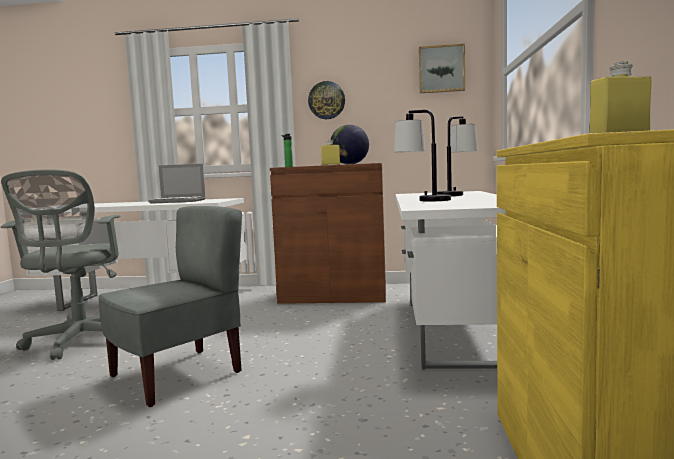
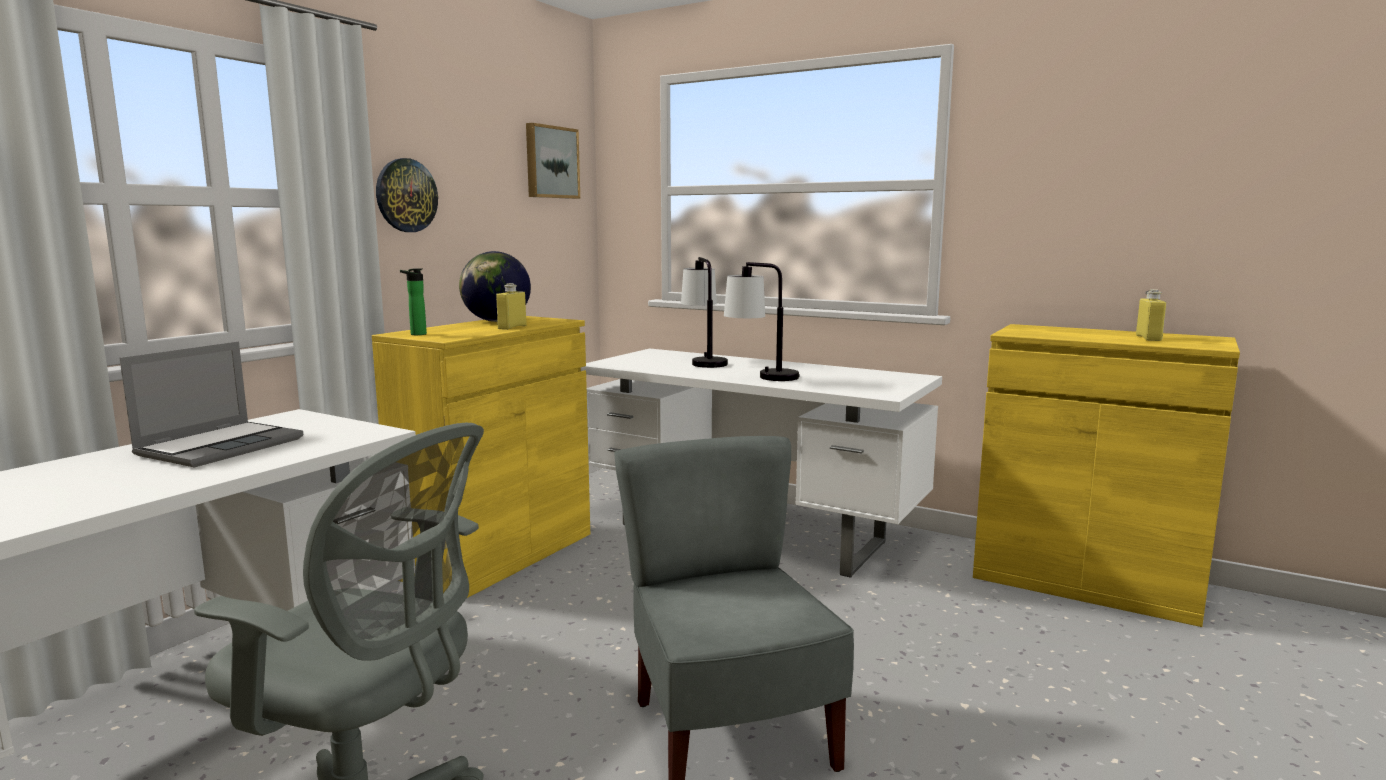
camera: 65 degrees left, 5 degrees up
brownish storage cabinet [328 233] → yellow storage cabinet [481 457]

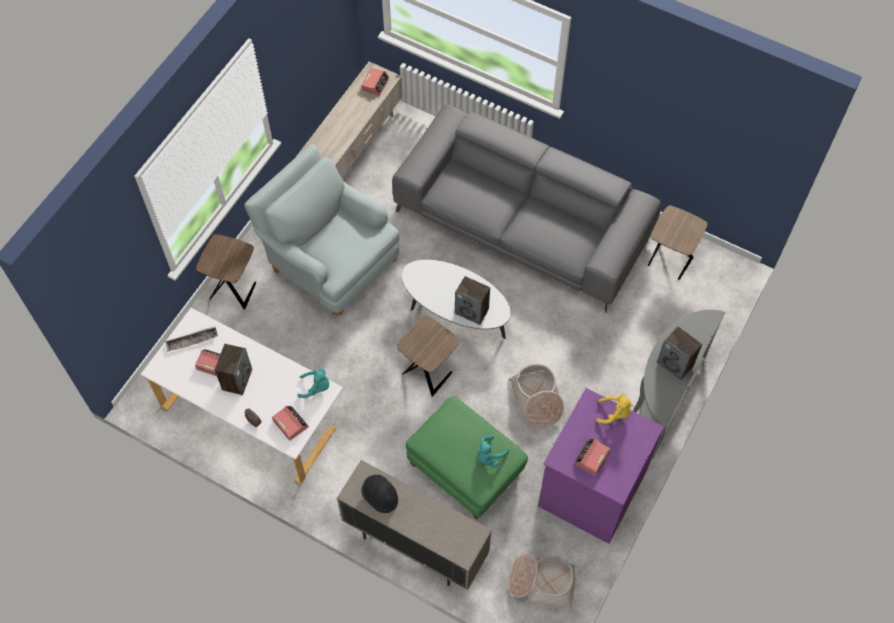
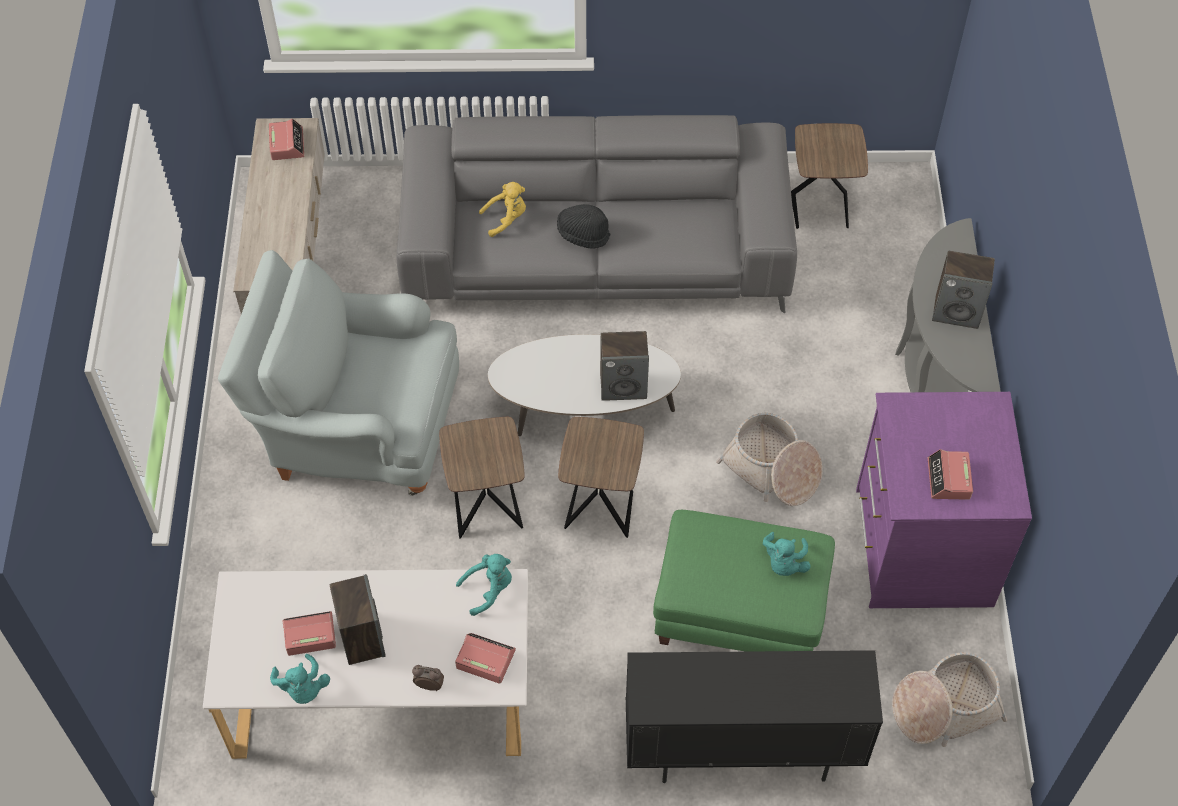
camera: 30 degrees left, 5 degrees down
tray [191 338] → -
- → turquoise plush toy [300 679]
brownish accent table [226 272] → brownish accent table [482 477], relocated
black-coloured hat [380 494] → black-coloured hat [583 226], relocated
yellow plush toy [614 409] → yellow plush toy [502 209], relocated
beige storage cabinet [414 525] → black-coloured storage cabinet [754 716]

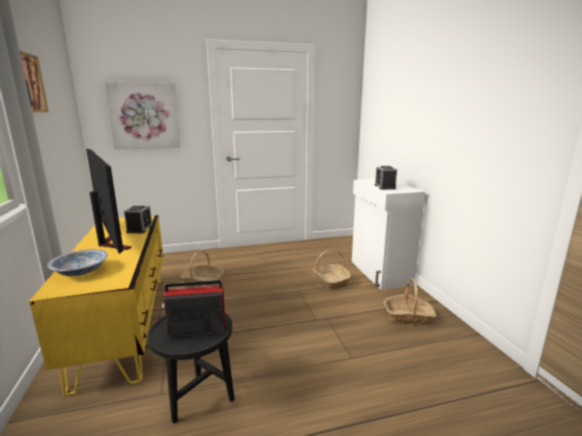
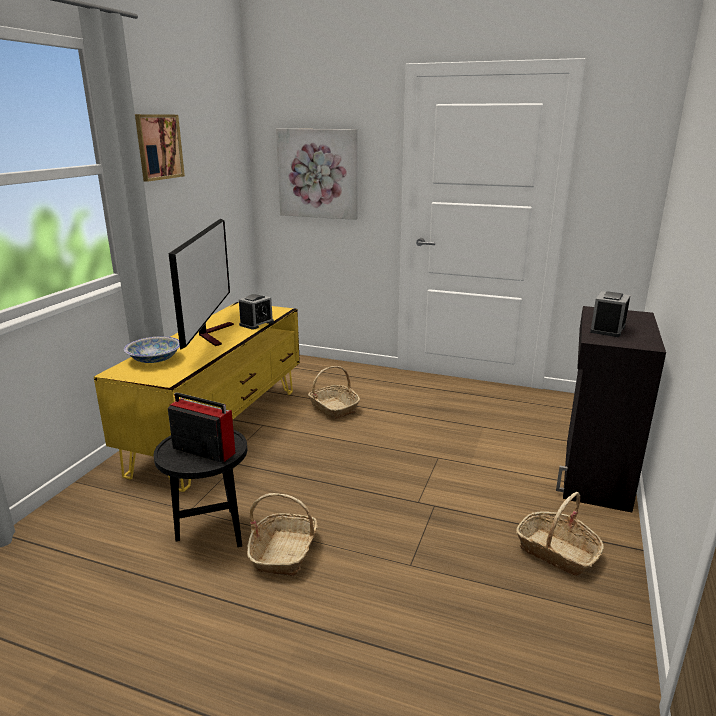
camera: 35 degrees right, 5 degrees up
basket [332 269] → basket [282 534], relocated
white storage cabinet [388 234] → black-coloured storage cabinet [611 409]

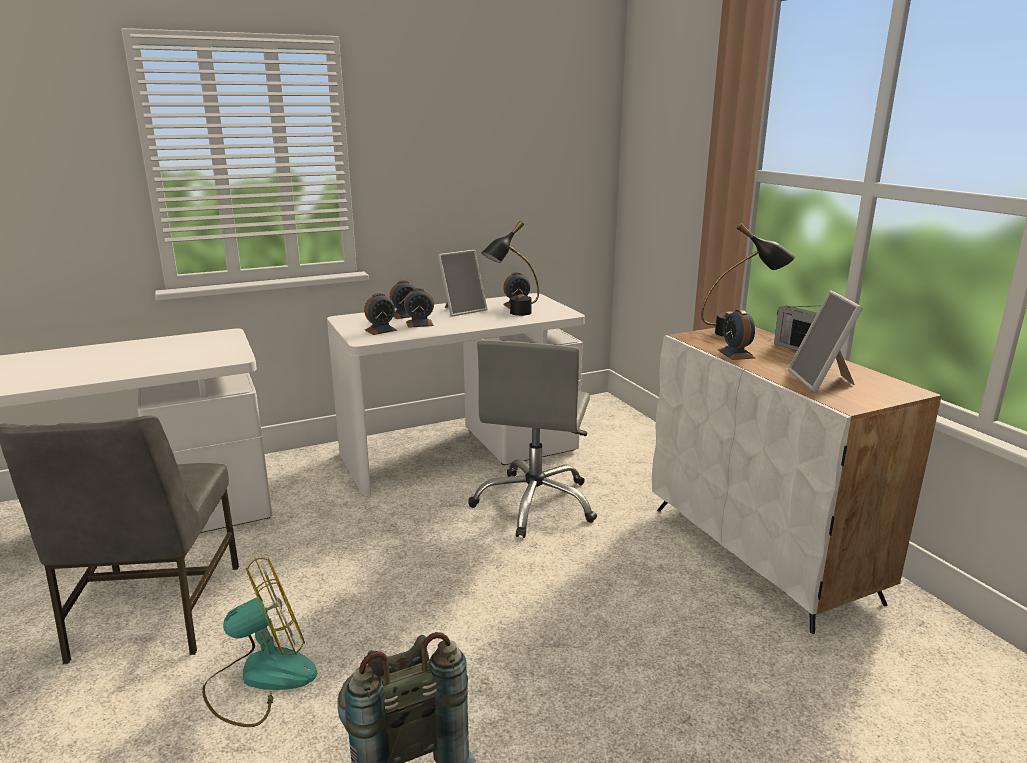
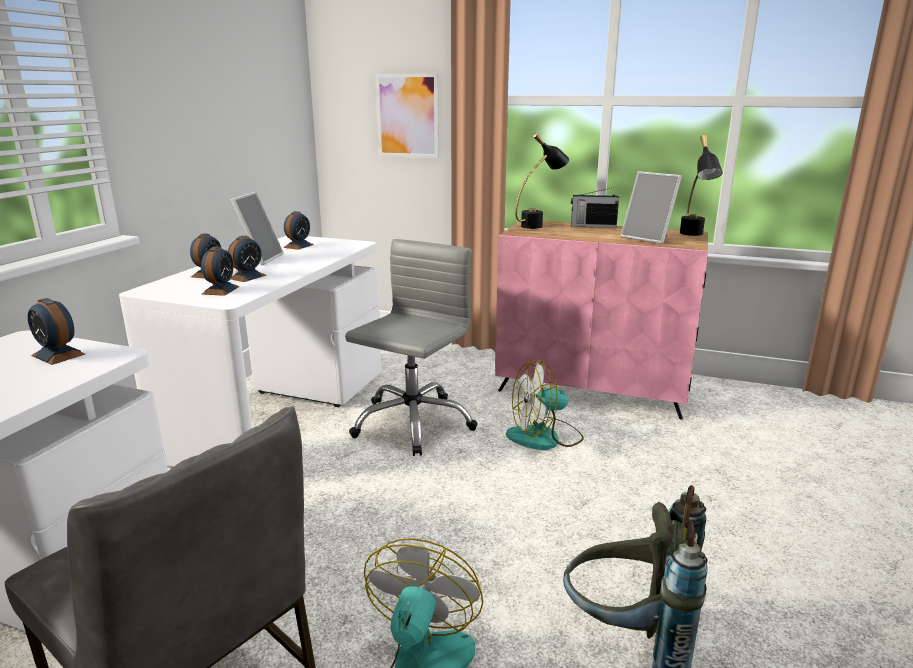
camera: 45 degrees left, 0 degrees up
- → picture [407 115]
- → electric fan [545 405]
black-coloured tabletop lamp [510 268] → black-coloured tabletop lamp [701 185], relocated
alarm clock [736 334] → alarm clock [56 331], relocated
white storage cabinet [796 480] → pink storage cabinet [601 320]
greyish office chair [532 439] → greyish office chair [411 347], 120 degrees counterclockwise

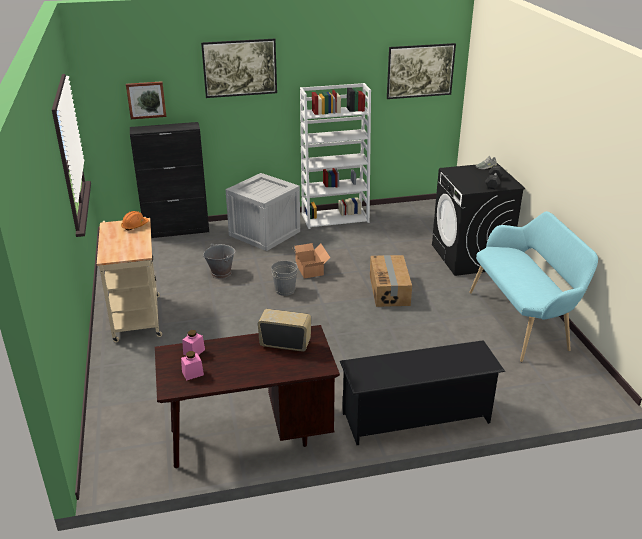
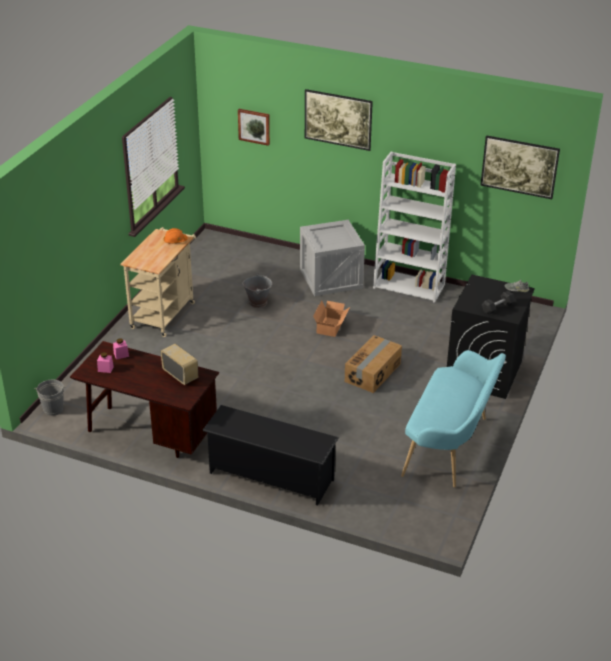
camera: 35 degrees right, 5 degrees up
black-coloured storage cabinet [169 180] → -
greyish bucket [284 278] → greyish bucket [50 398], relocated

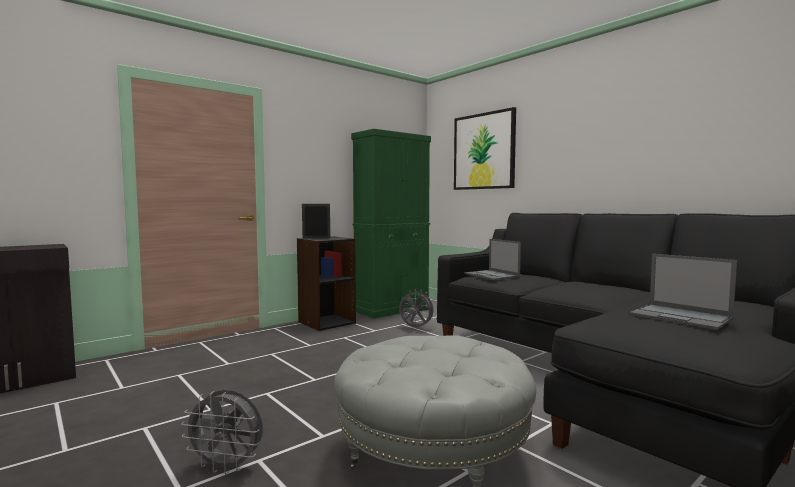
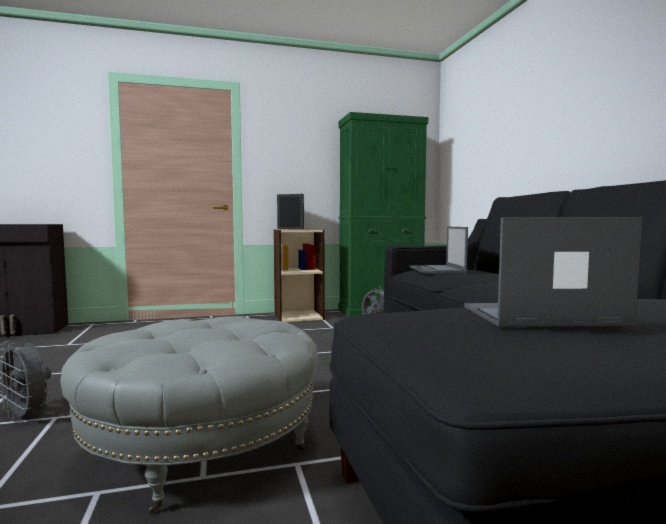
camera: 25 degrees right, 0 degrees up
picture [485 148] → -
black-coloured bookshelf [326 283] → beige bookshelf [299 275]
portable computer [683 292] → portable computer [553 272], 105 degrees clockwise

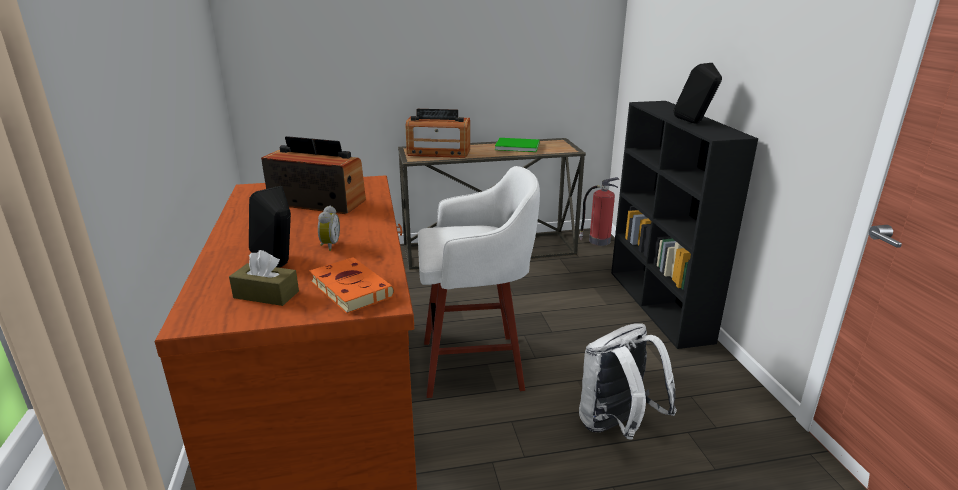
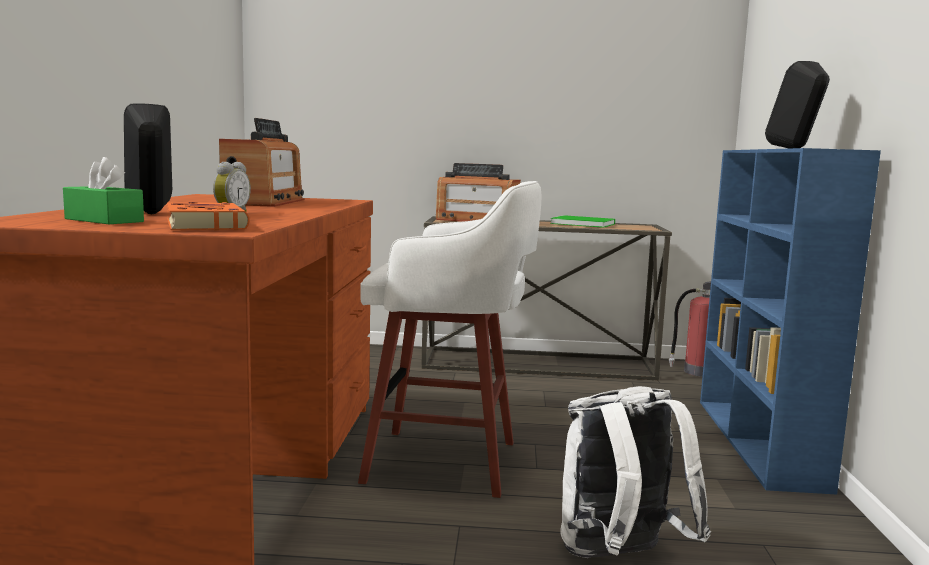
camera: 15 degrees right, 15 degrees down
brownish box of tissues [264 278] → green box of tissues [103 190]
black-coloured bookshelf [684 225] → bluish bookshelf [790 321]
radio [313 175] → radio [262 162], 60 degrees clockwise

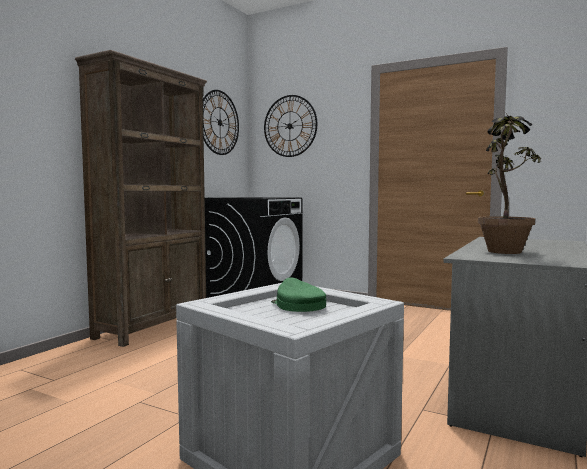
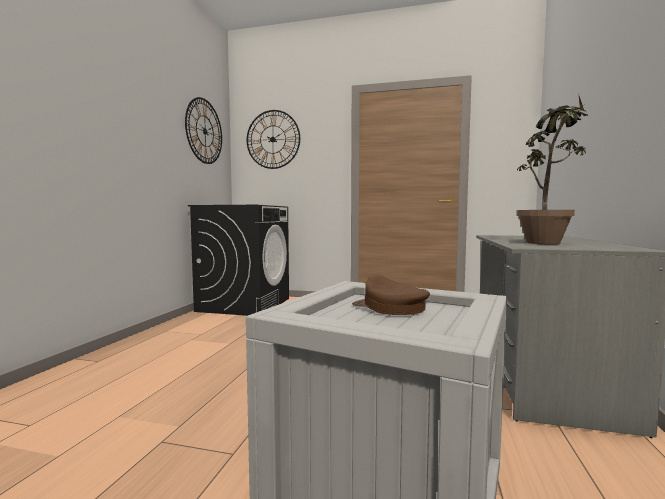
camera: 15 degrees left, 0 degrees up
brownish bookshelf [141 198] → -
green baseball cap [298 294] → brownish baseball cap [391 294]

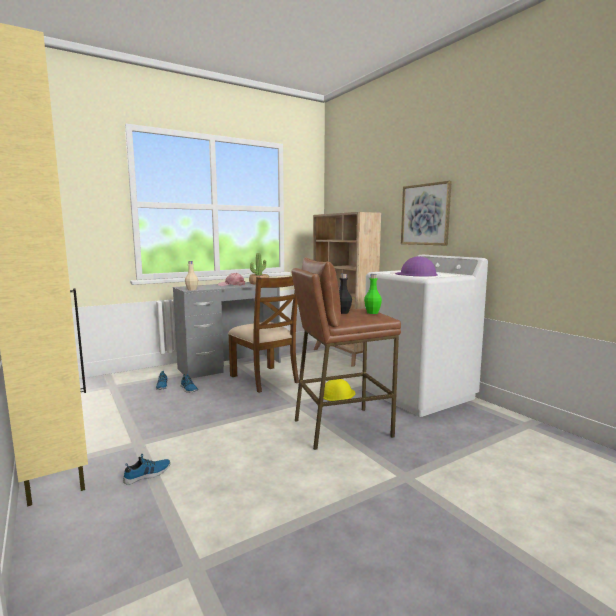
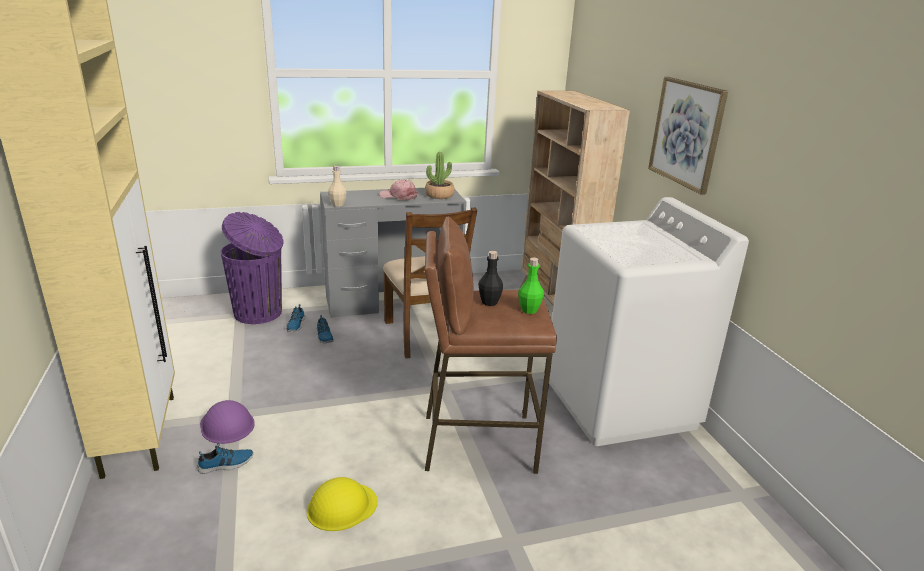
camera: 15 degrees right, 15 degrees up
- → purple-coloured trash can [252 268]
yellow work helmet [339 390] → yellow work helmet [342 504], relocated
purple-coloured work helmet [416 266] → purple-coloured work helmet [227 422], relocated

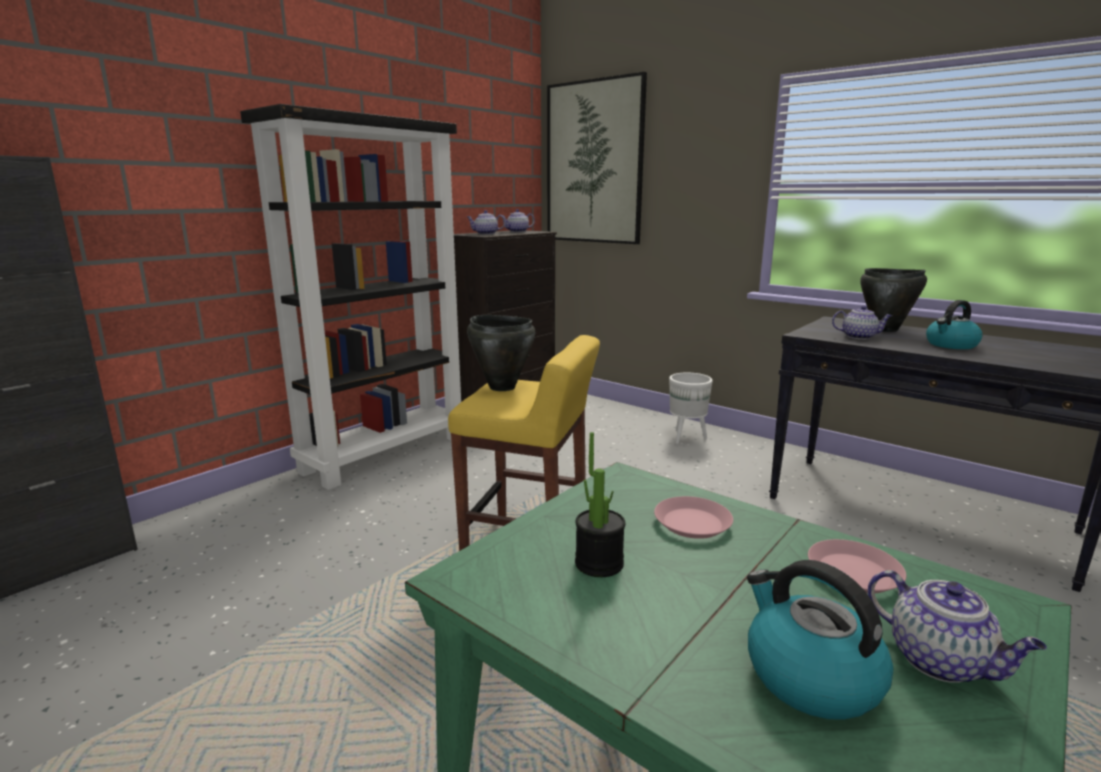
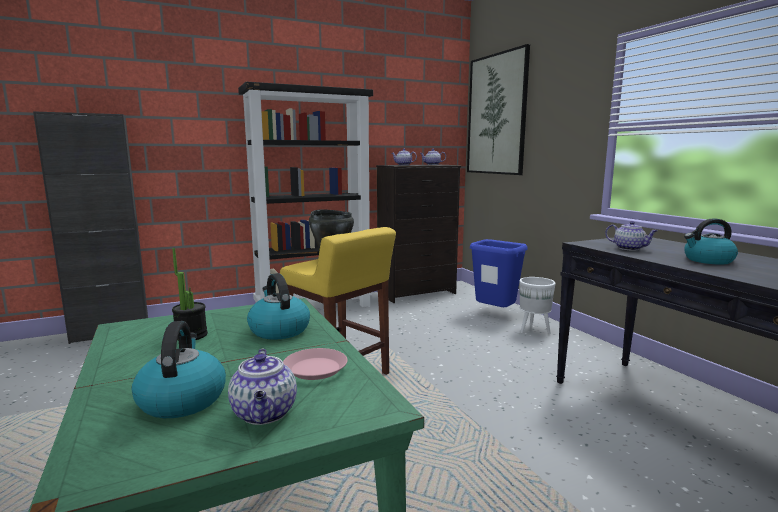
camera: 25 degrees right, 5 degrees down
black-coloured stockpot [893 300] → -
- → bluish trash can [498 273]
pink dinner plate [693 517] → tea kettle [278 306]

